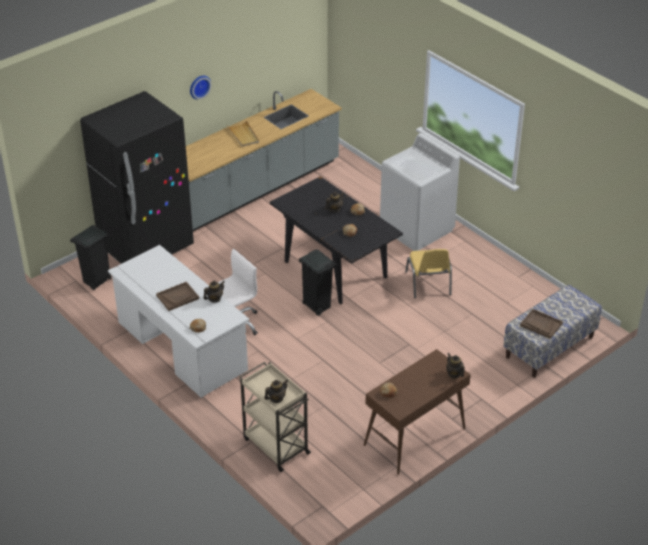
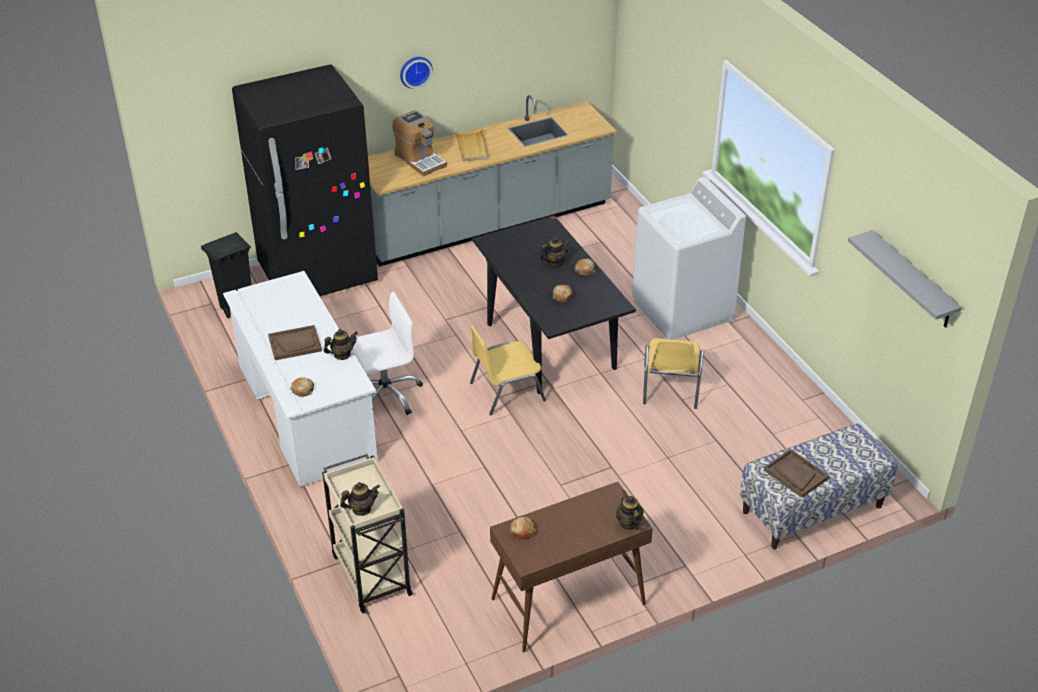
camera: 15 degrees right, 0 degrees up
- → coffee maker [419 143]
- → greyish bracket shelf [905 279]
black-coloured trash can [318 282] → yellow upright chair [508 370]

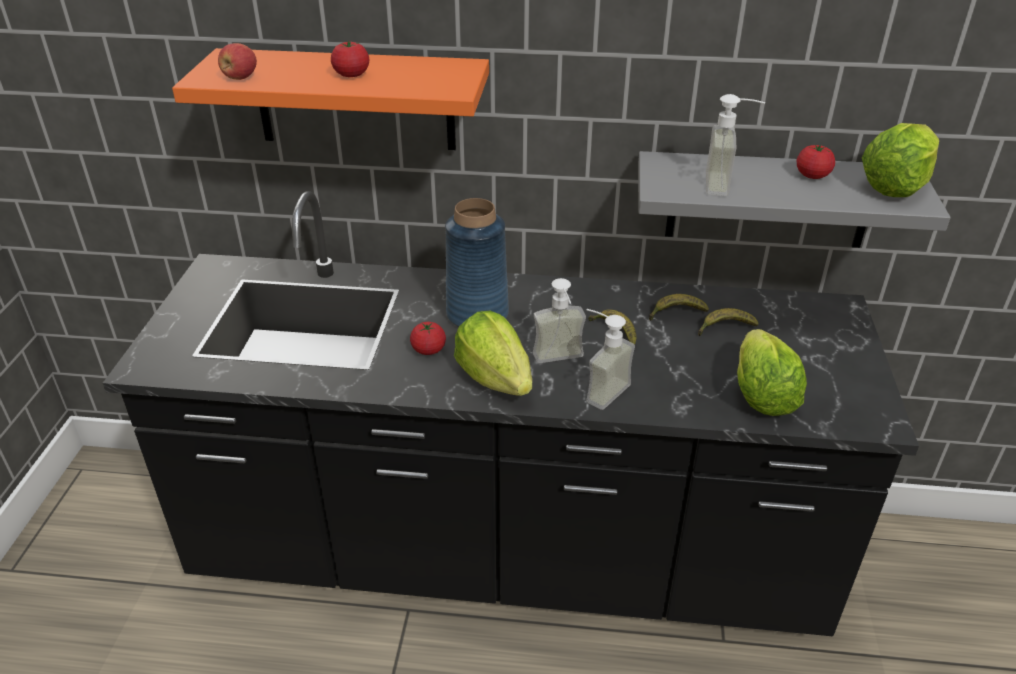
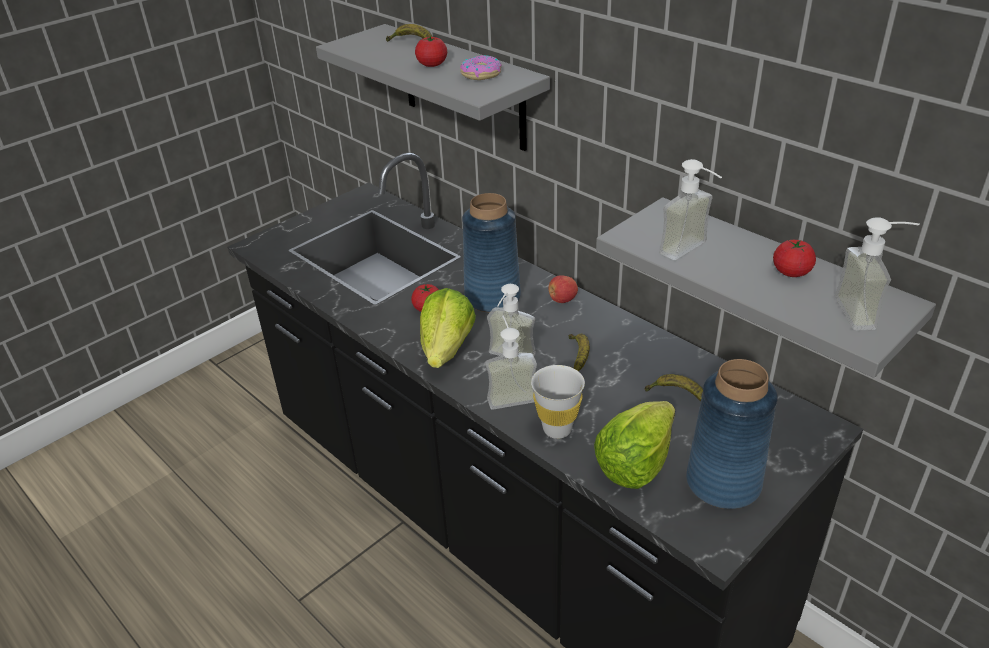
camera: 40 degrees right, 0 degrees up
- → donut [481 67]
- → white small cup [558 402]
- → bluish flower vase [732 434]
whole apple [237 61] → whole apple [563 289], relocated
banana fruit [679 307] → banana fruit [409 33], relocated
lettuce head [900 160] → liquid soap bottle [877 273]
orange bracket shelf [330 99] → greyish bracket shelf [433 87]

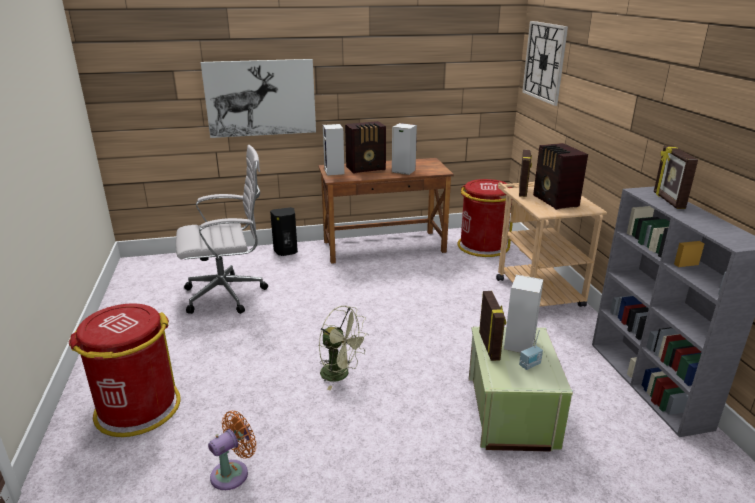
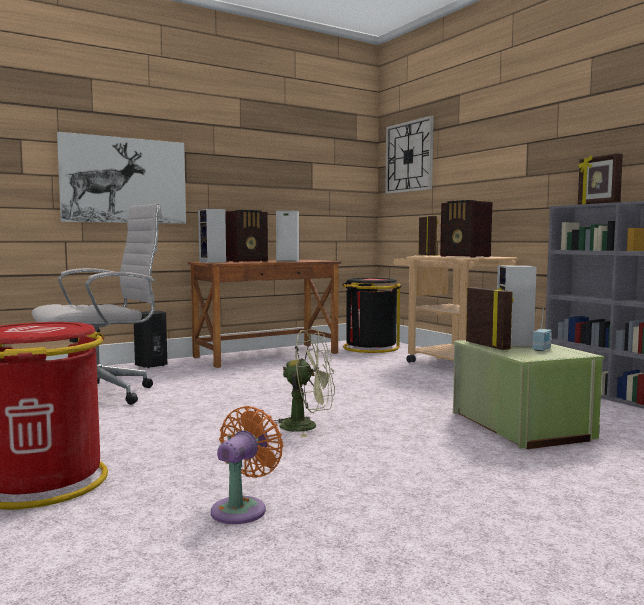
camera: 20 degrees left, 20 degrees down
reddish trash can [485 218] → black-coloured trash can [371 315]

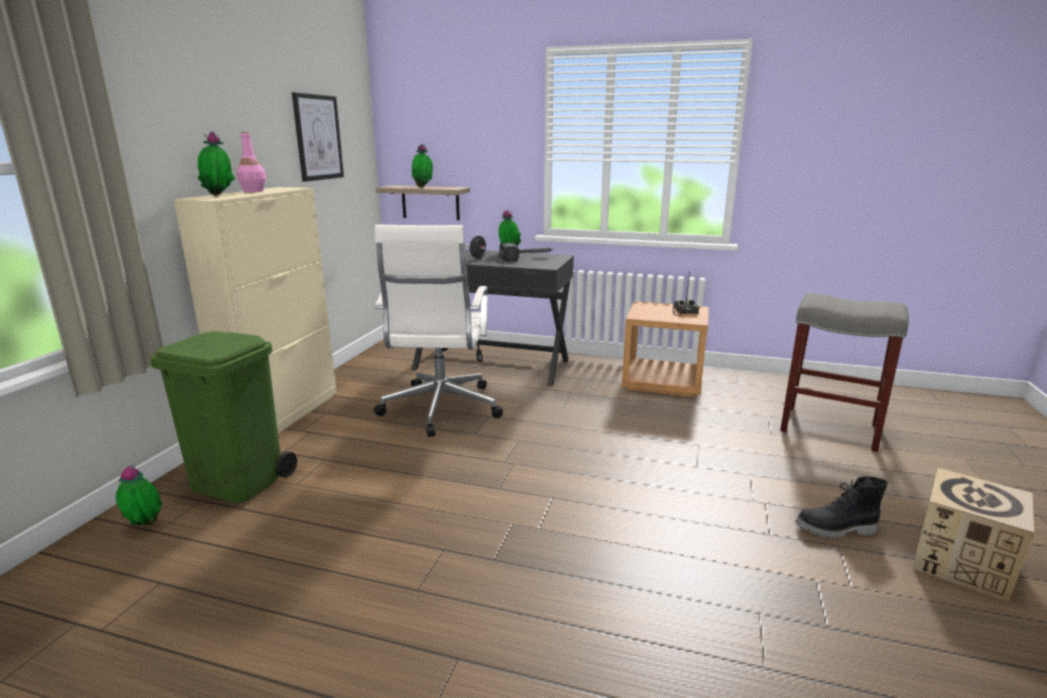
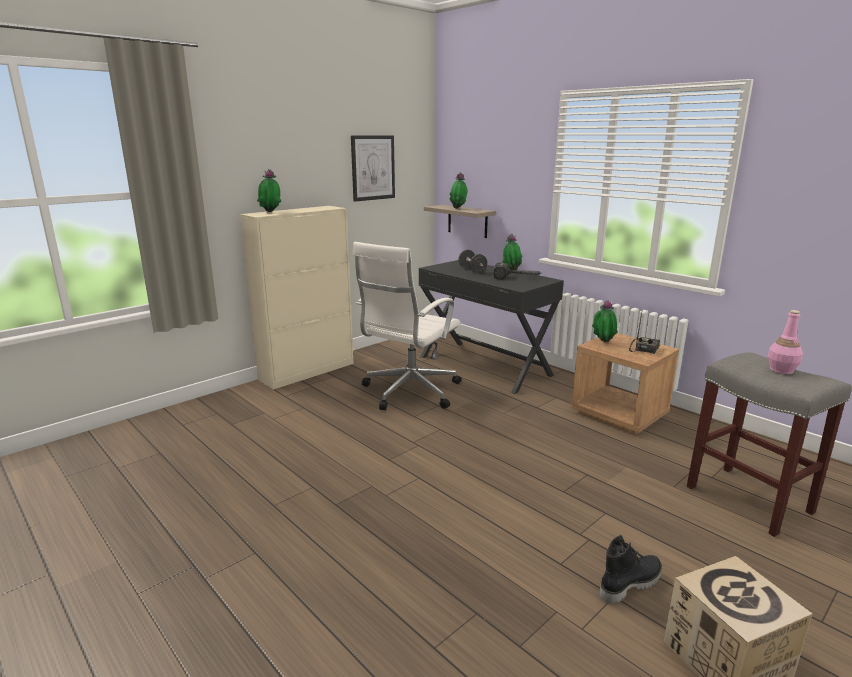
camera: 30 degrees right, 0 degrees up
green trash can [223 417] → -
houseplant [139 495] → houseplant [605 321], relocated
pink bottle [251 161] → pink bottle [785 342], relocated
black-coloured tall boot [842 507] → black-coloured tall boot [631 569], 120 degrees clockwise

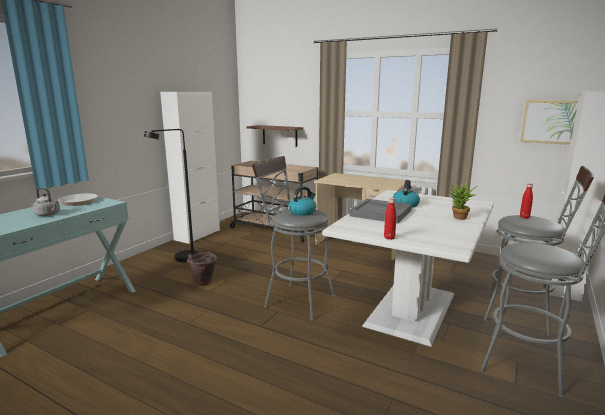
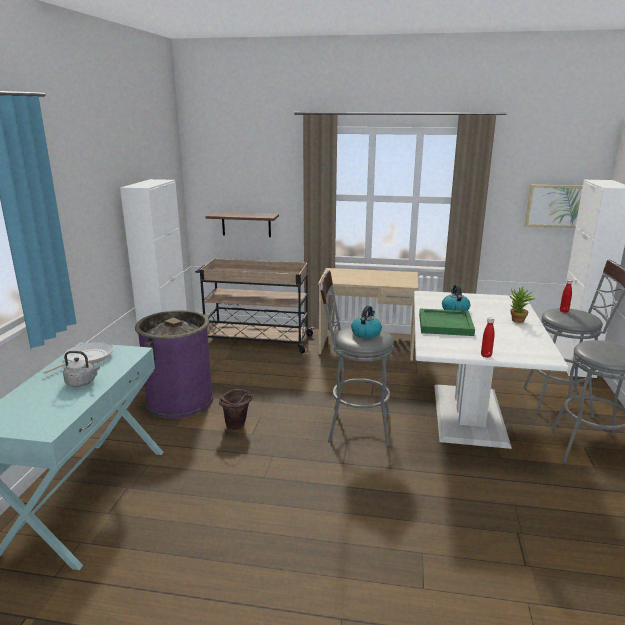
camera: 20 degrees left, 5 degrees up
black-coloured floor lamp [171 195] → purple-coloured trash can [174 364]
greyish tray [381 211] → green tray [447 322]

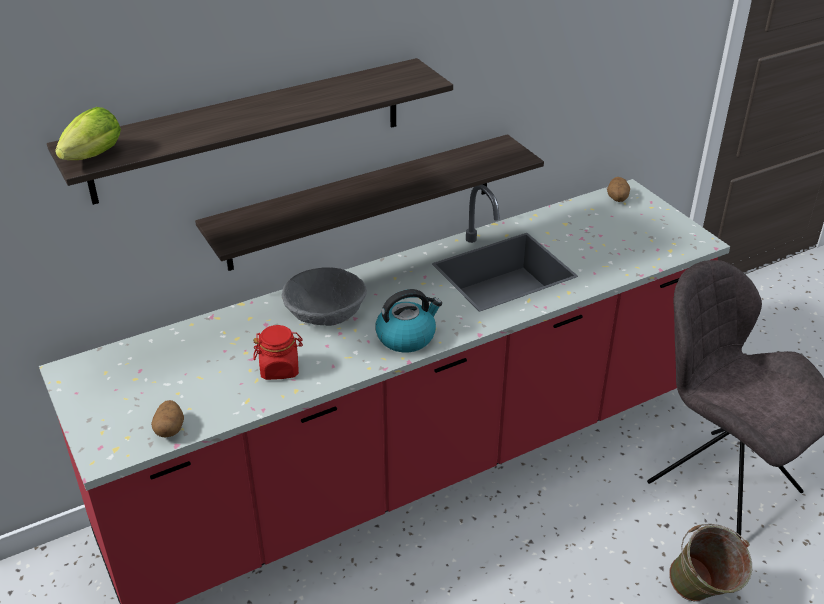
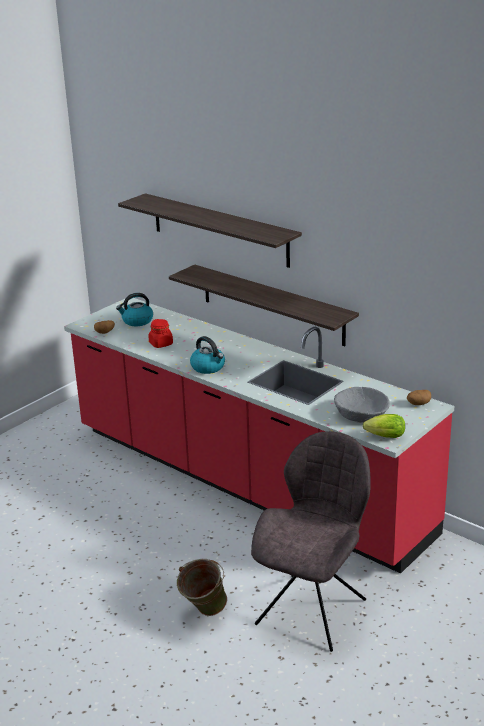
camera: 70 degrees right, 10 degrees down
- → tea kettle [134 309]
lettuce head [88 133] → lettuce head [384 426], relocated
greyish bowl [324 296] → greyish bowl [362 405], relocated

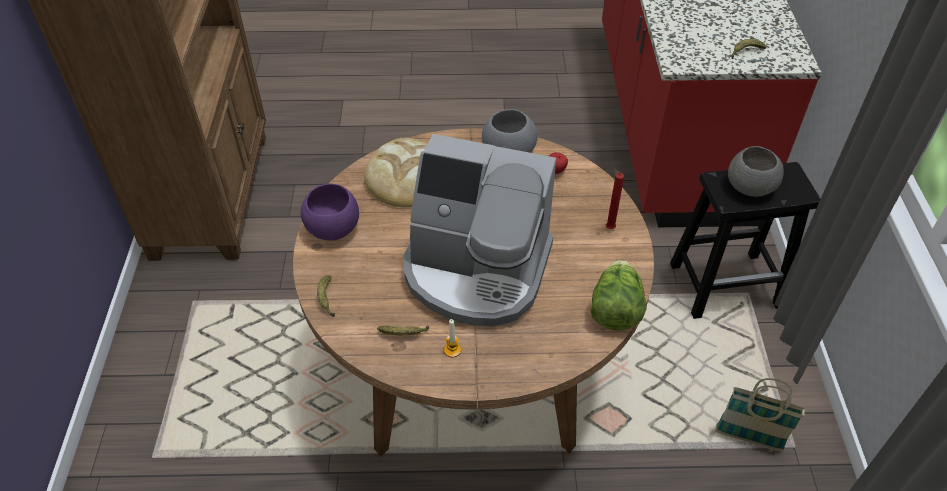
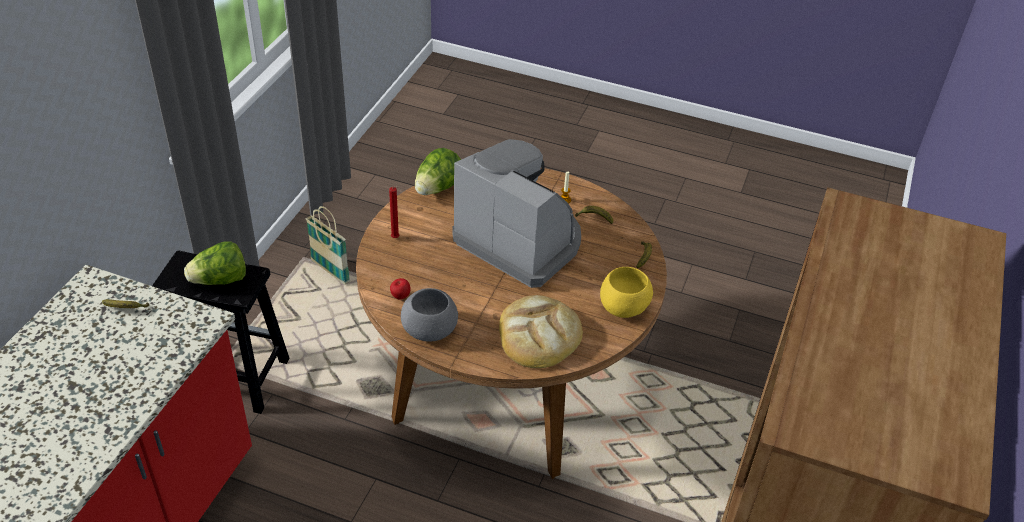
camera: 160 degrees left, 5 degrees down
greyish bowl [756 171] → lettuce head [215 263]
purple-coloured bowl [330 212] → yellow bowl [626 292]

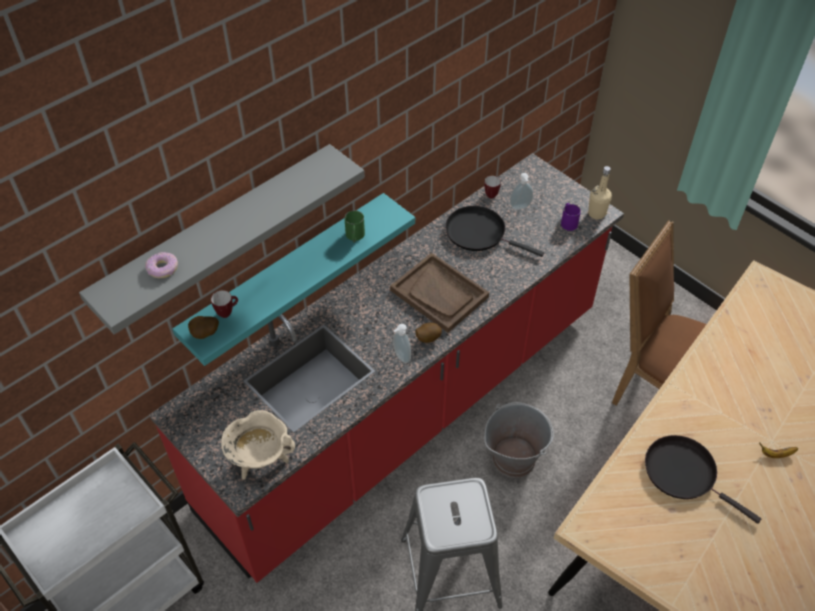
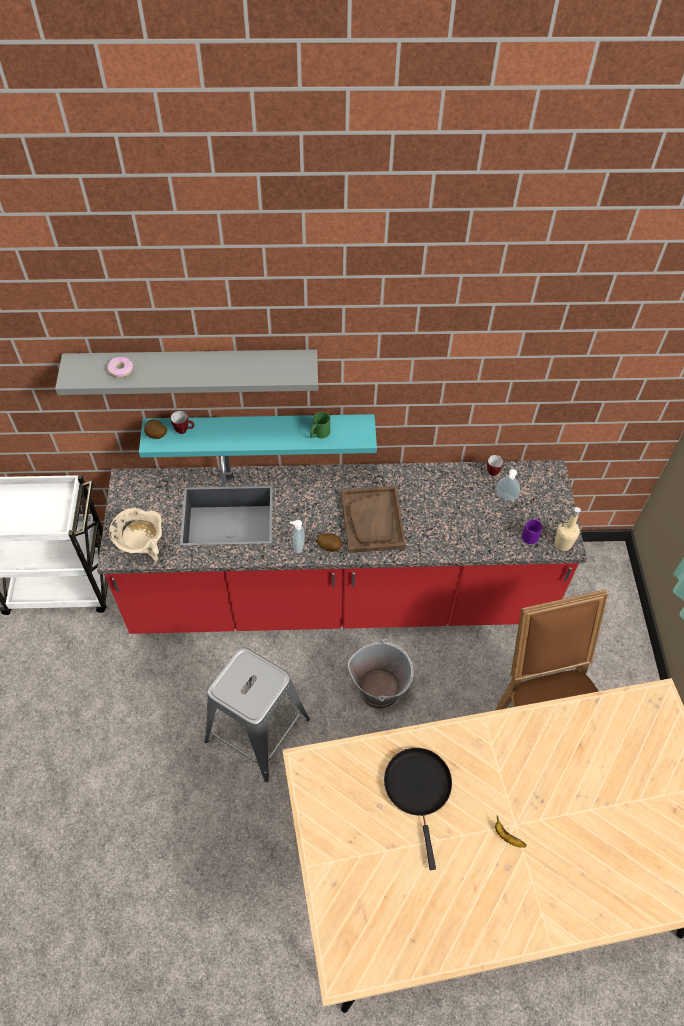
camera: 40 degrees right, 5 degrees up
black-coloured frying pan [494 231] → -

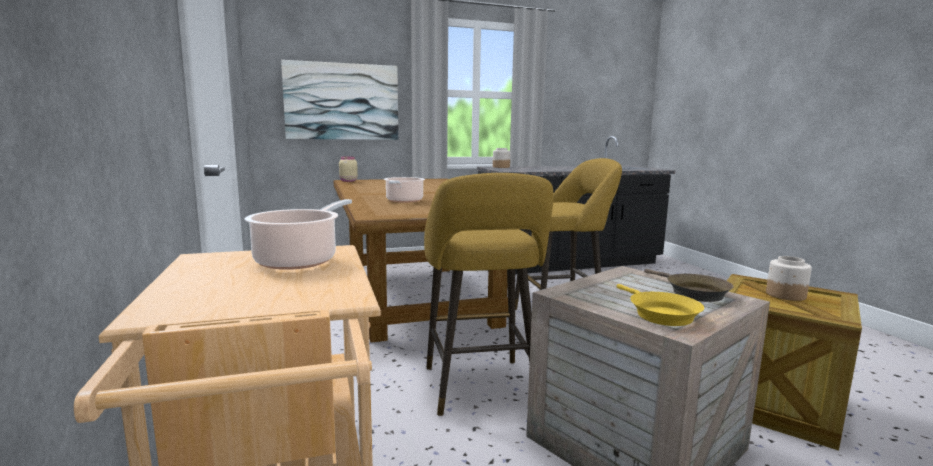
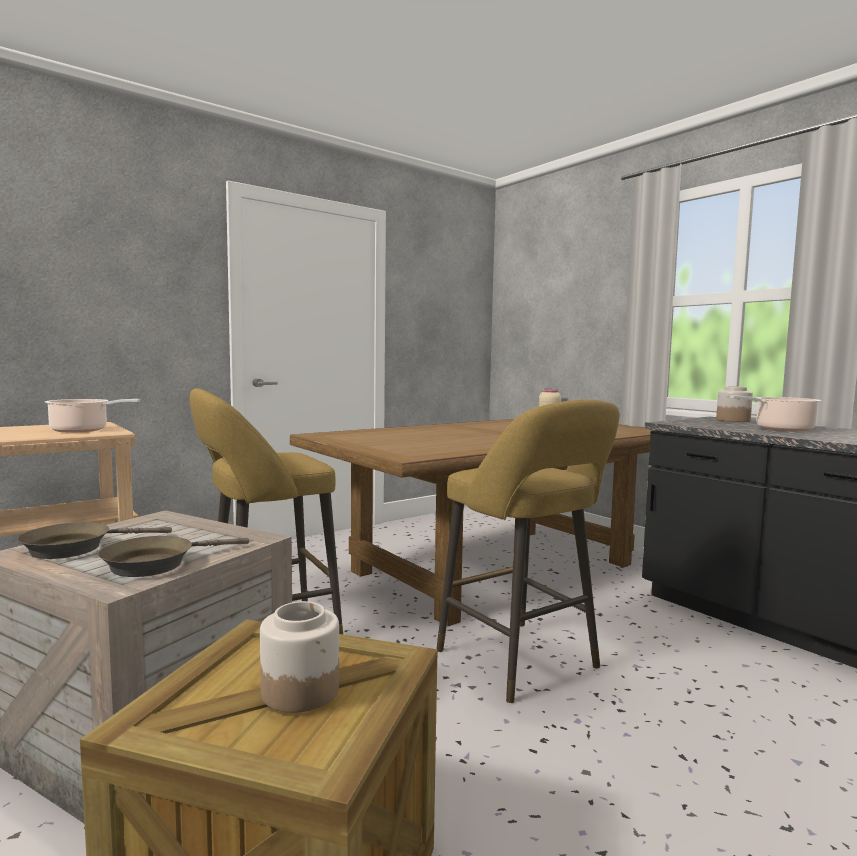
camera: 70 degrees right, 5 degrees down
picture [339 100] → -
stockpot [404 190] → stockpot [775 413], relocated
yellow frying pan [660 305] → brownish frying pan [94 540]

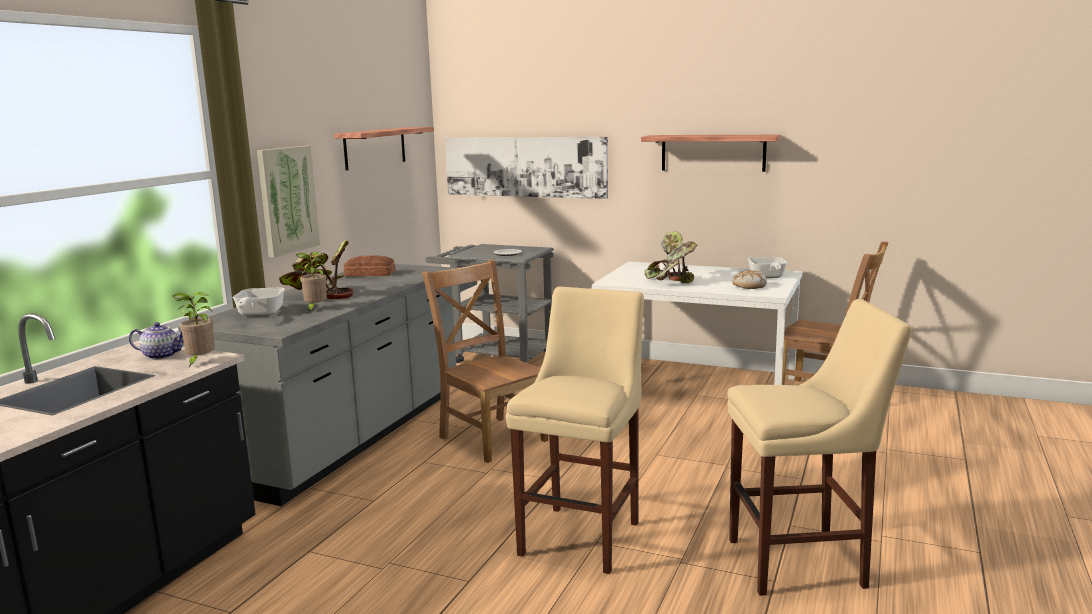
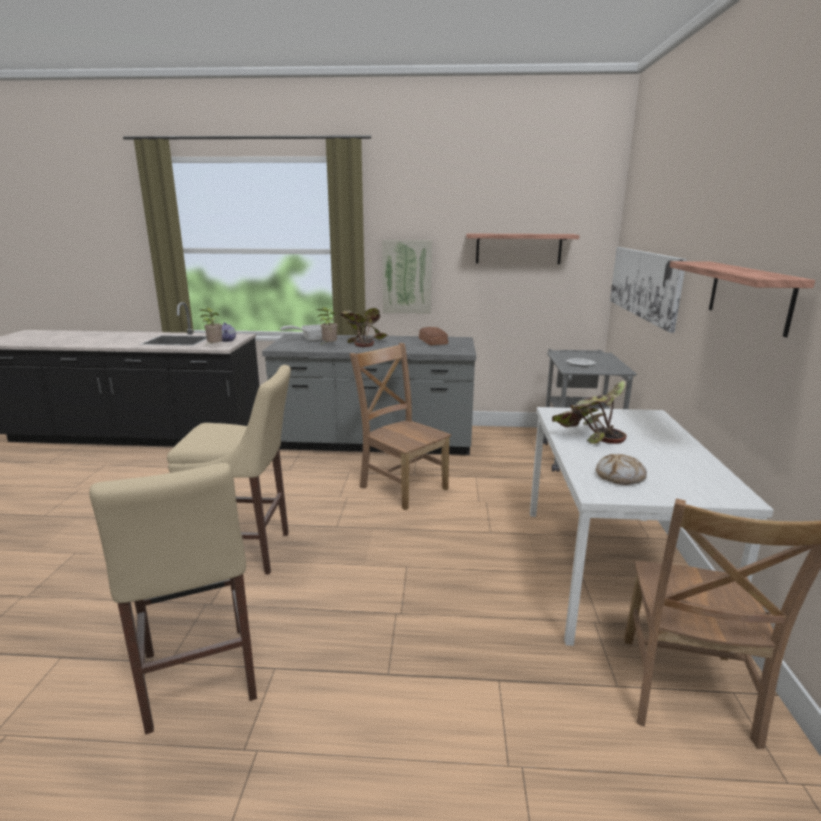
camera: 70 degrees right, 5 degrees up
frying pan [767 267] → -
brownish upright chair [485 361] → brownish upright chair [400 426], 75 degrees counterclockwise

